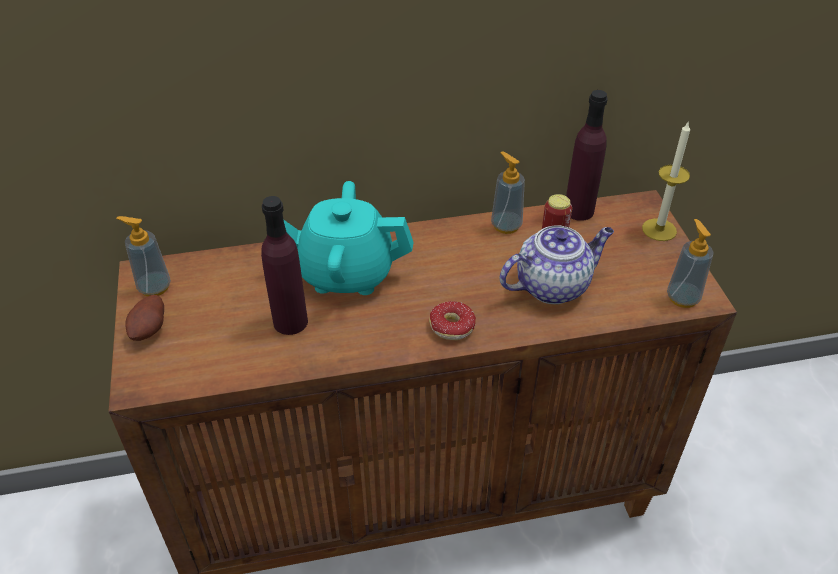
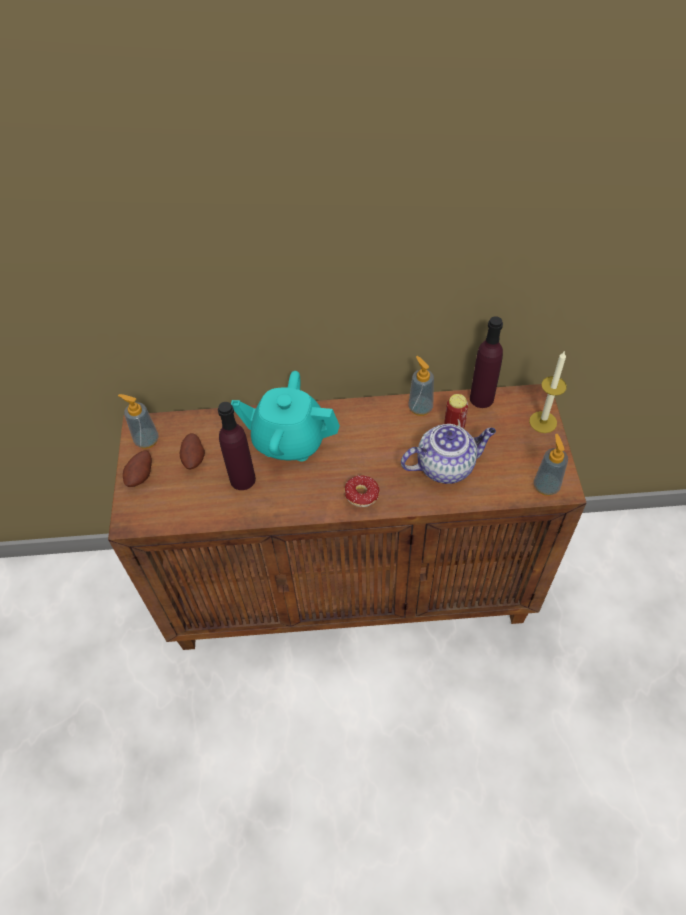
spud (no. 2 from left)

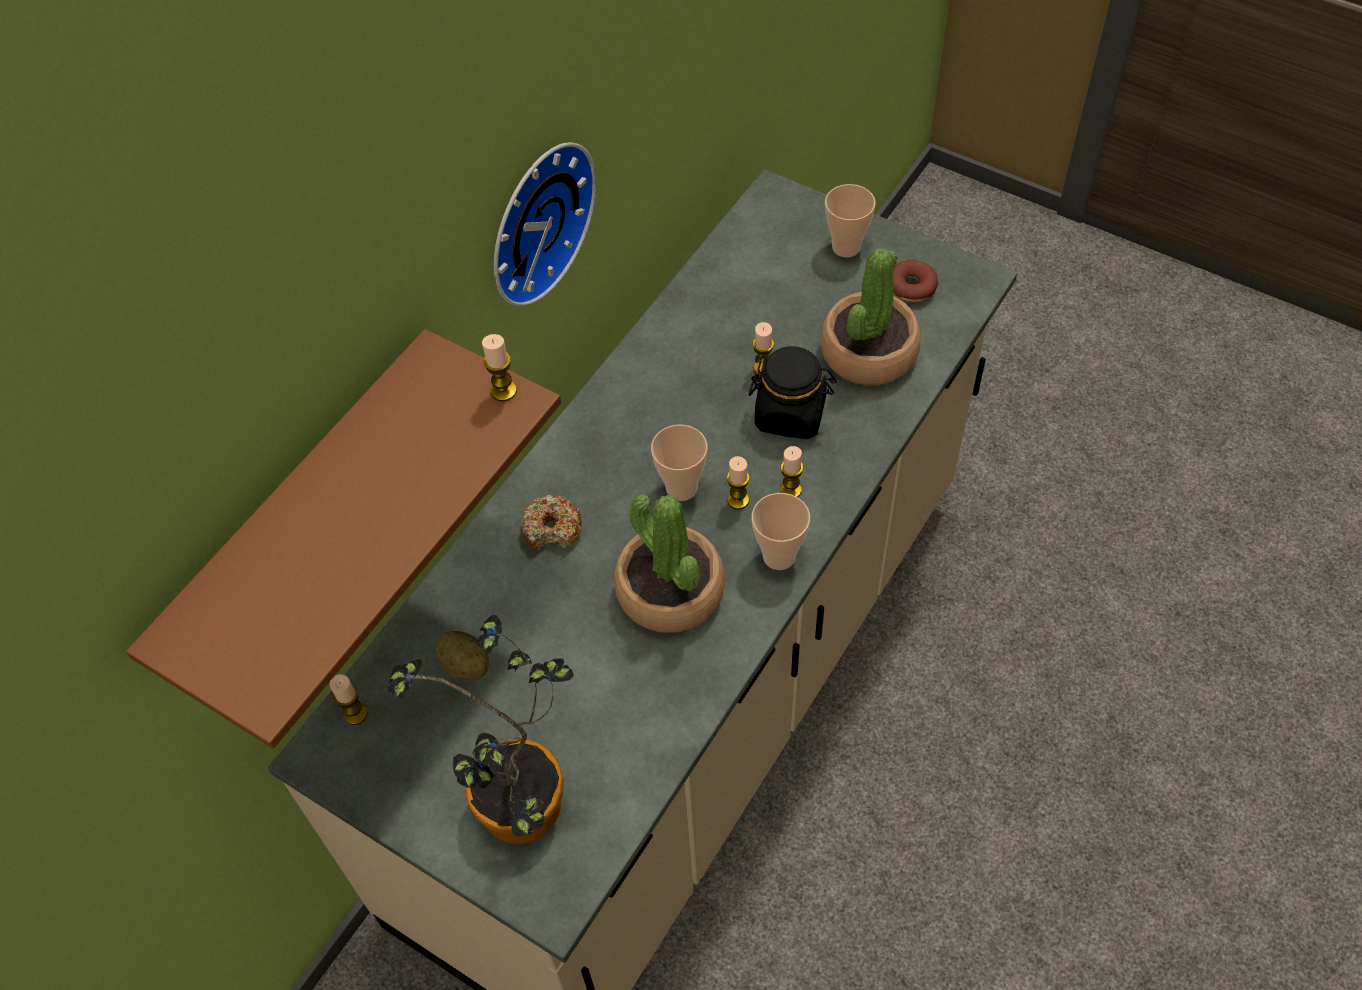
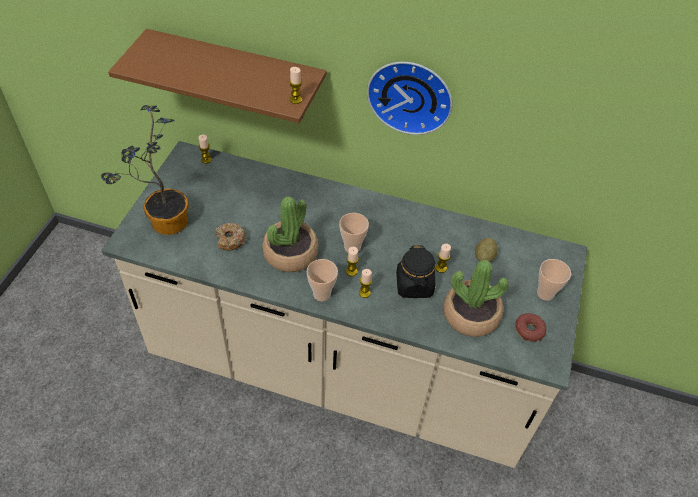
spud
doughnut (no. 1 from left)

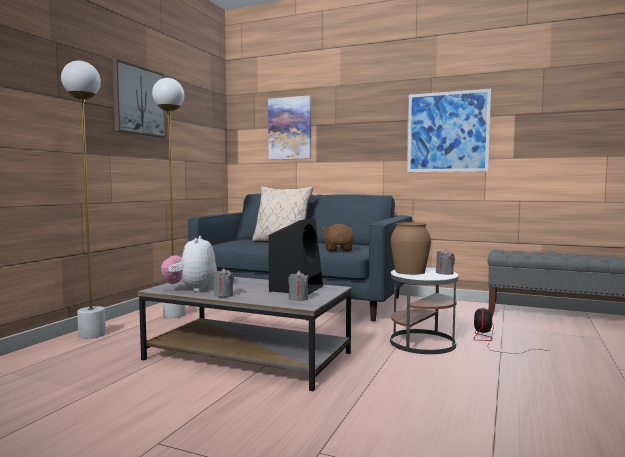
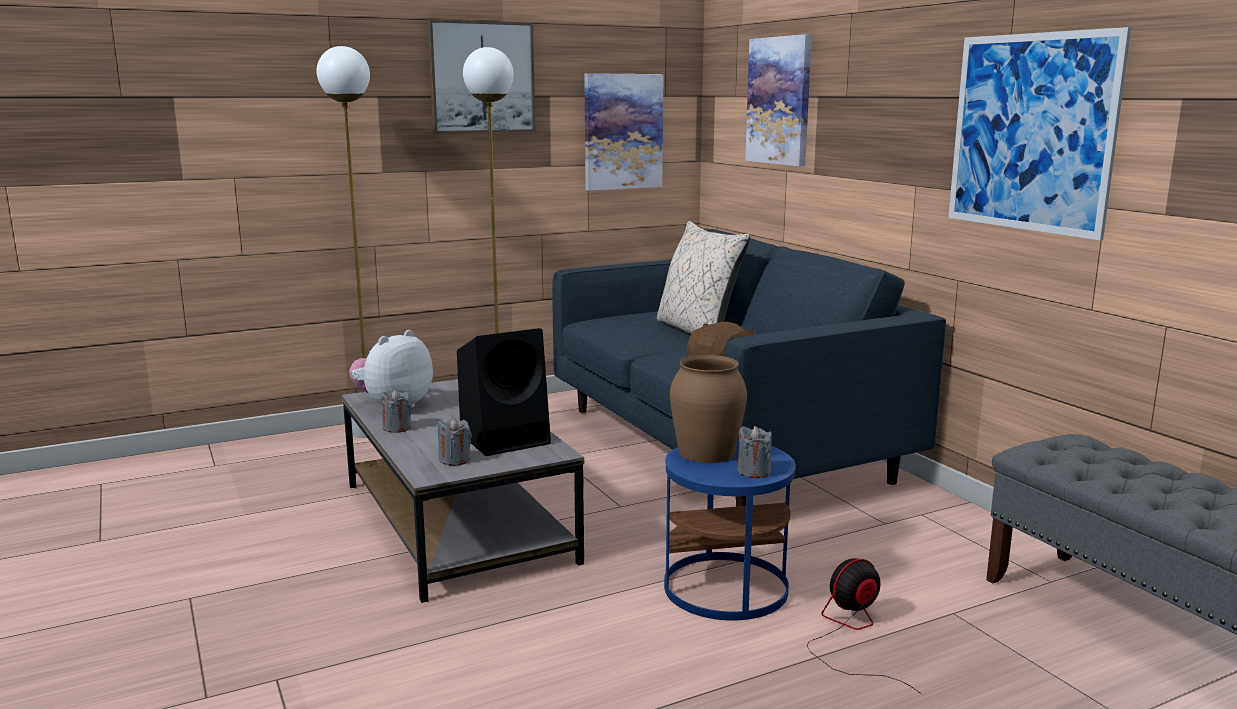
blue-coloured end table
wall art (no. 2 from left)

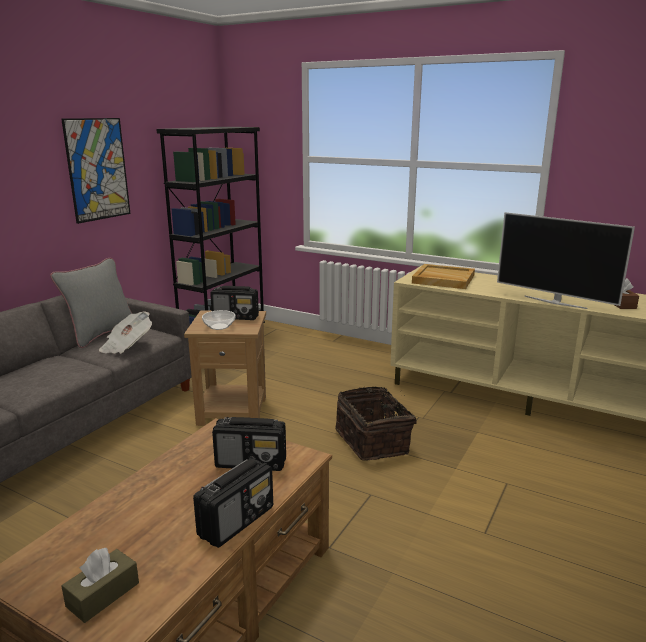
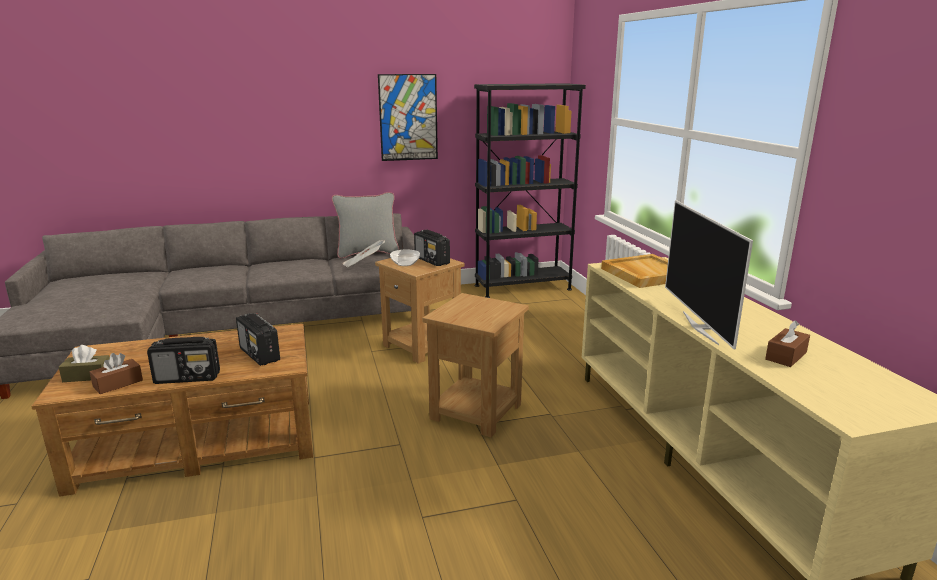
brownish end table (no. 2 from left)
brownish tissue box (no. 2 from left)

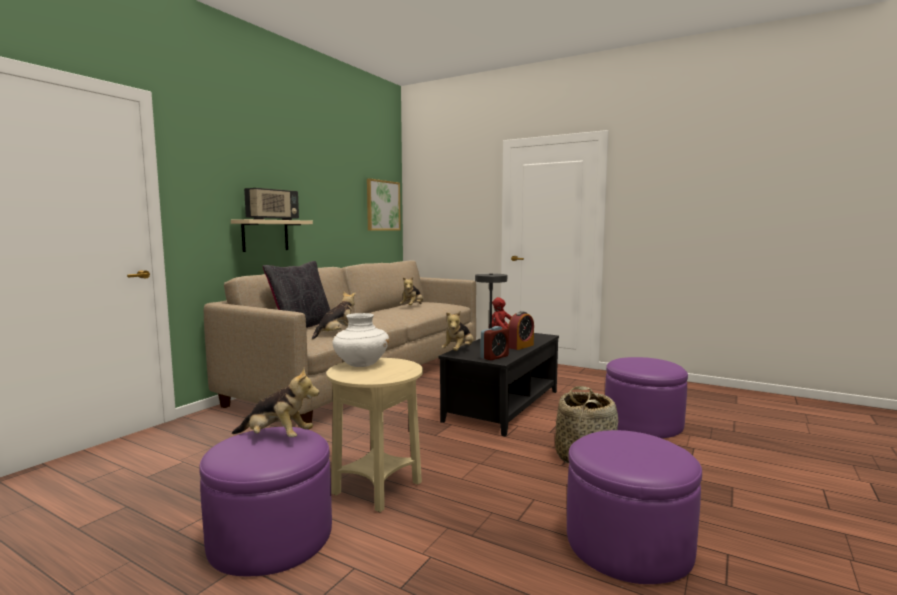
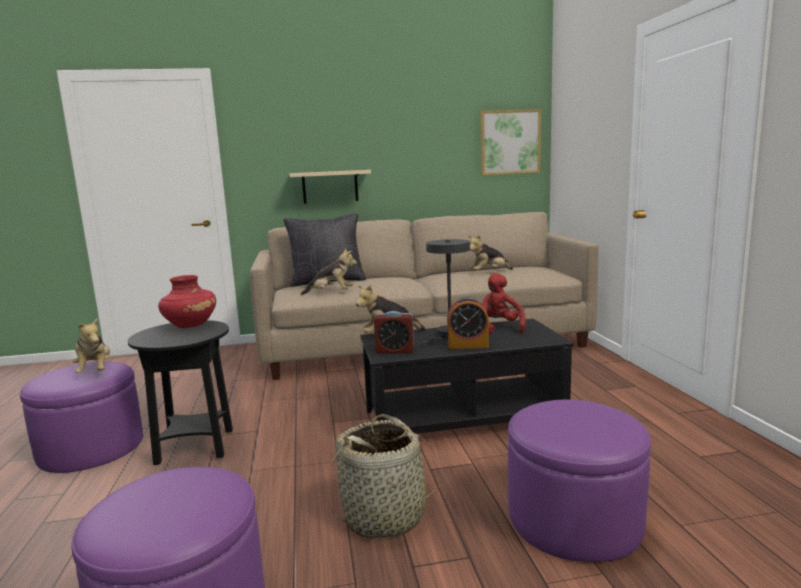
radio
blackish end table
red-coloured vase

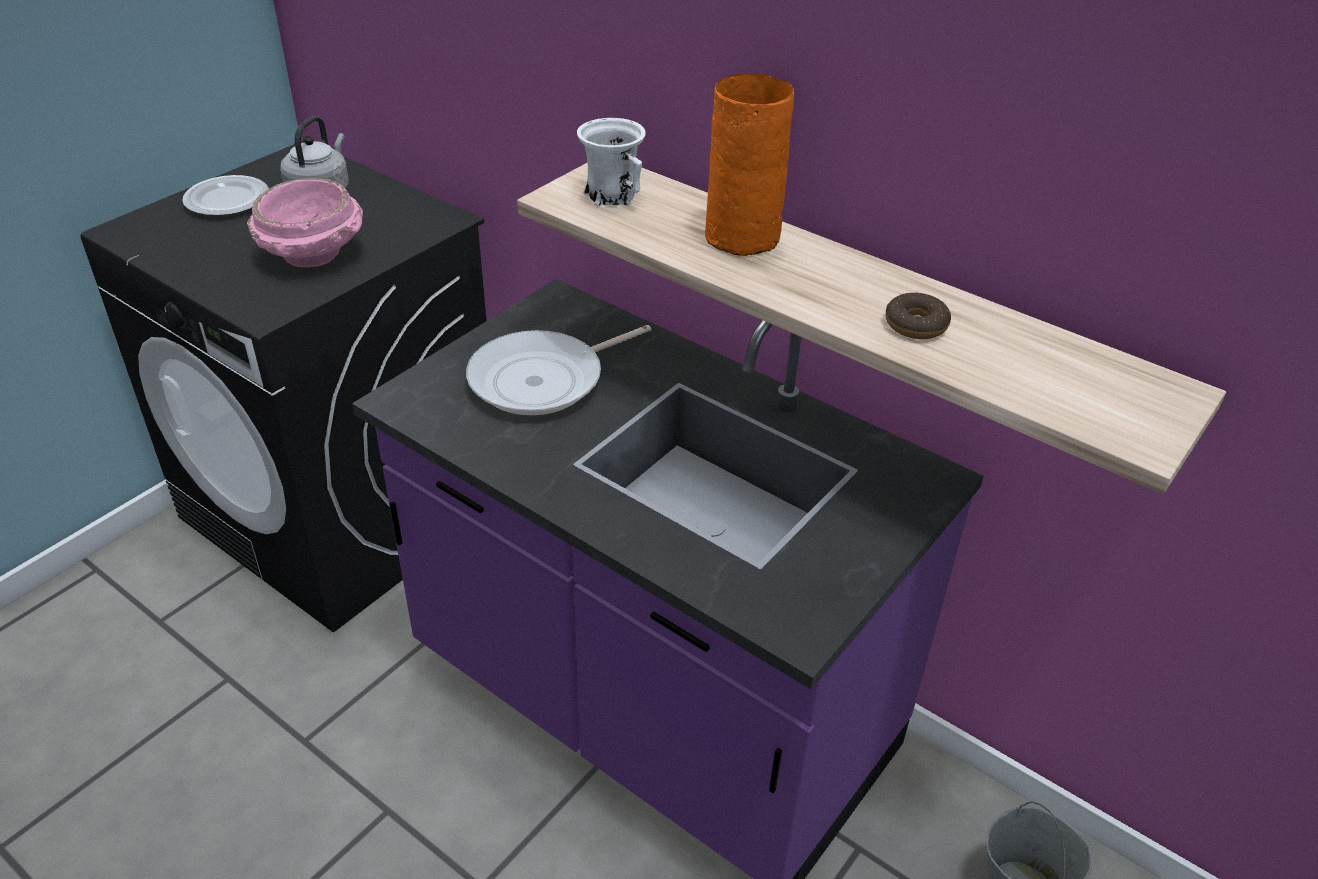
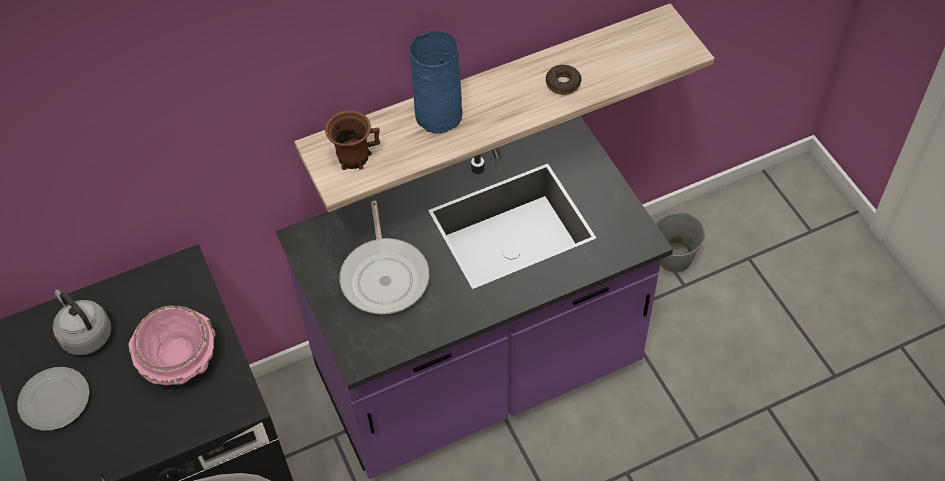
brownish tea mug
blue-coloured vase

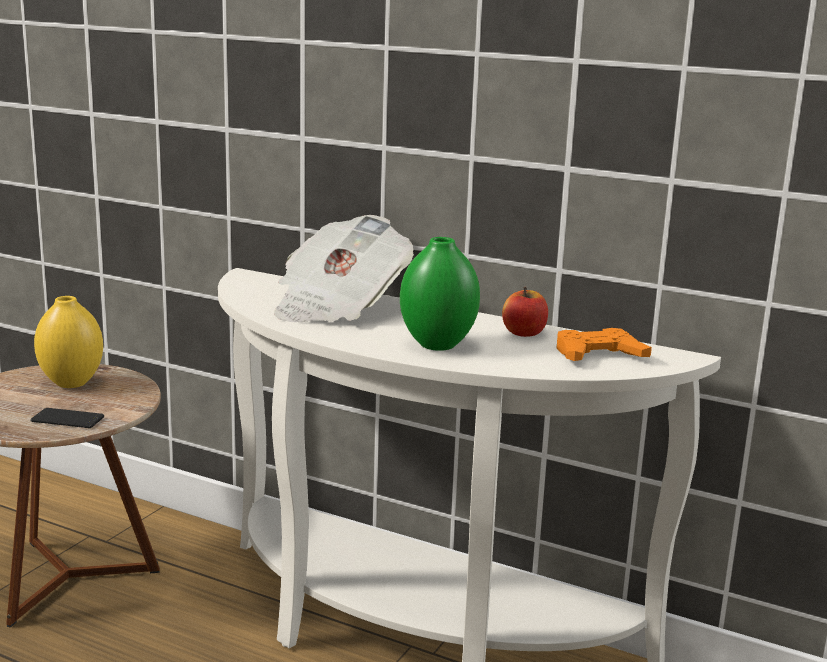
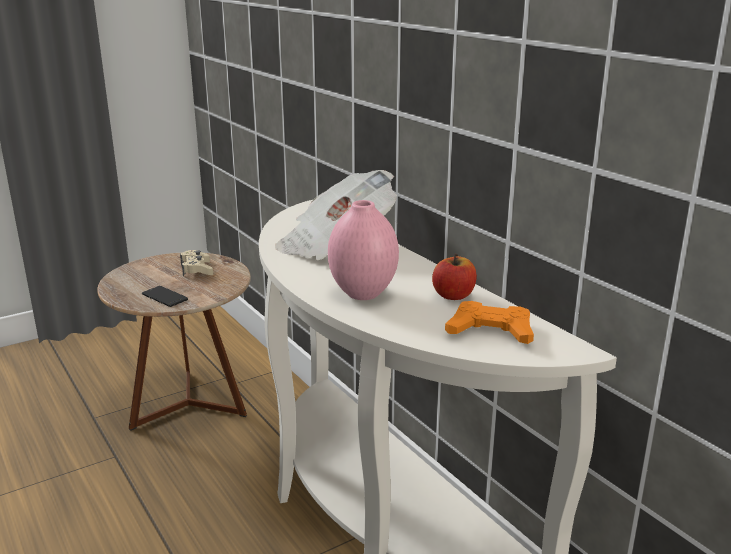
beige gamepad
pink vase

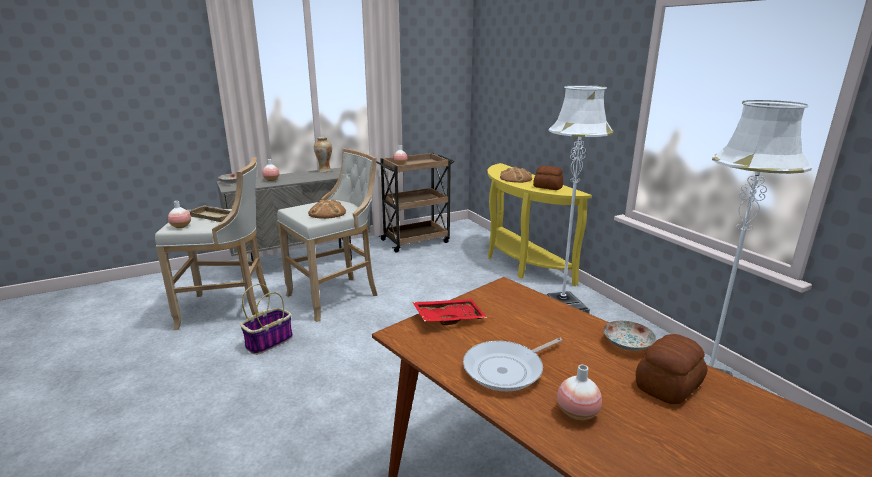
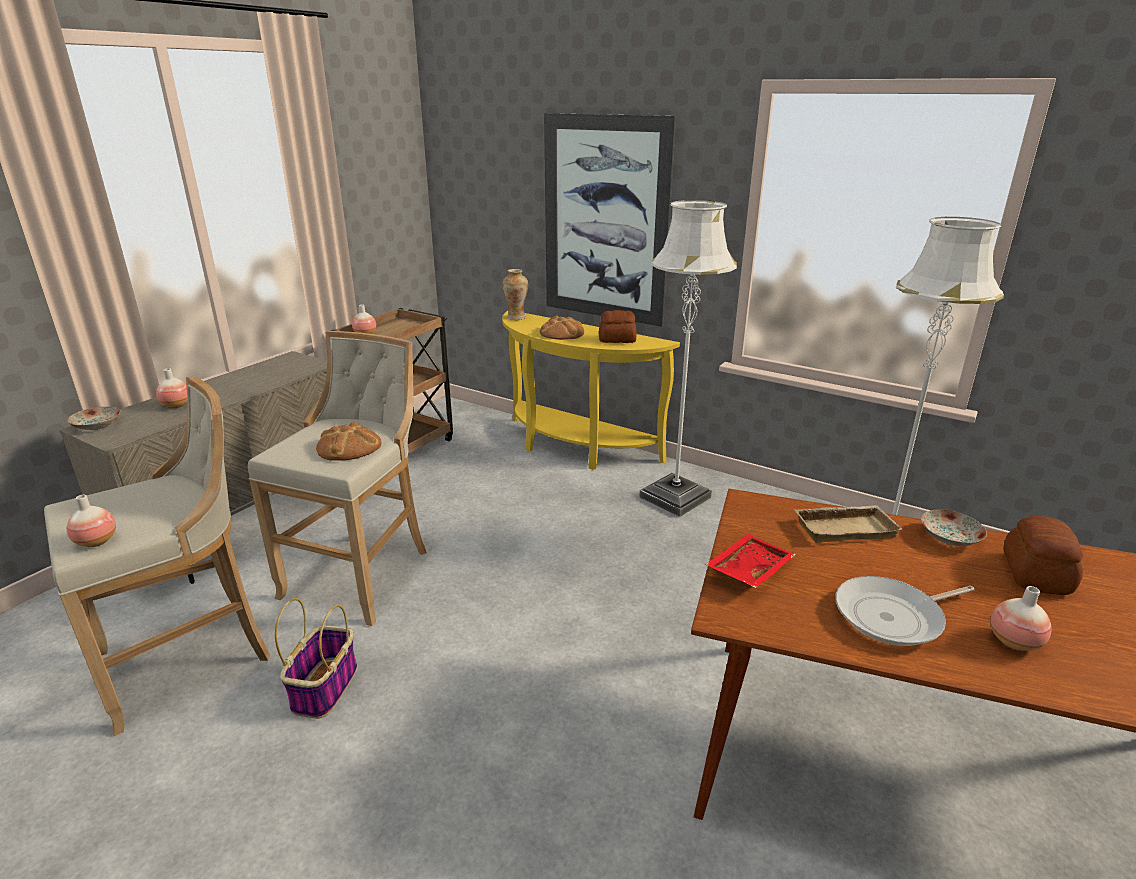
beige carrying tray
vase (no. 4 from left)
pan
wall art

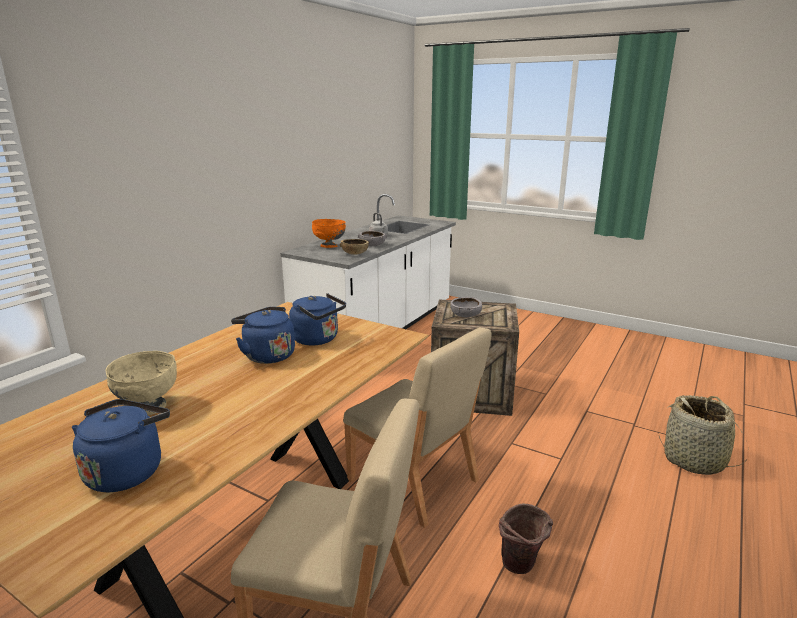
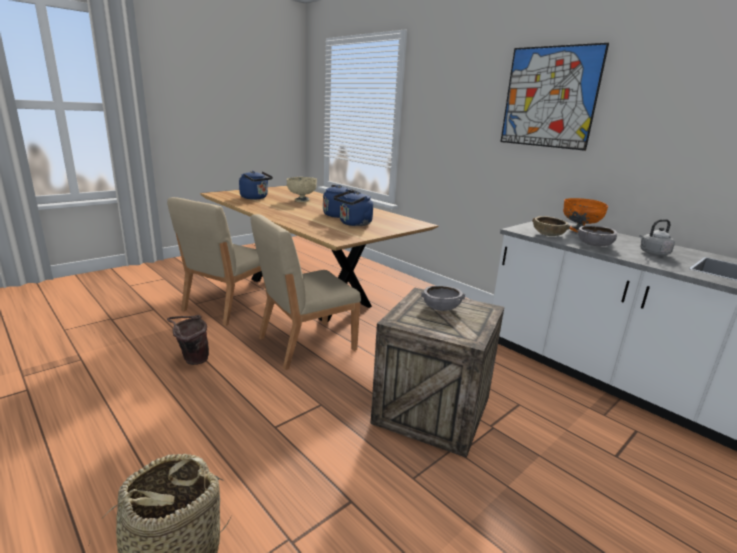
wall art

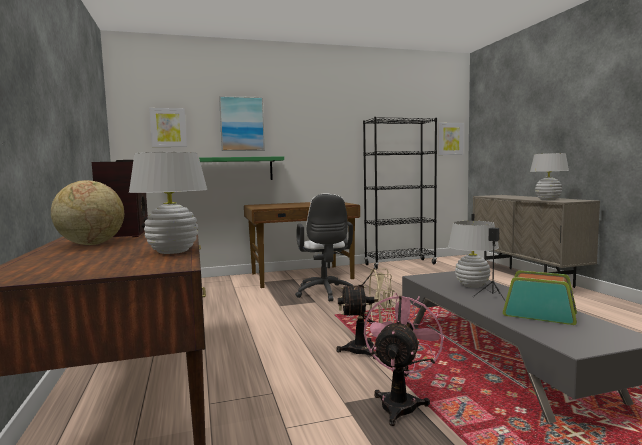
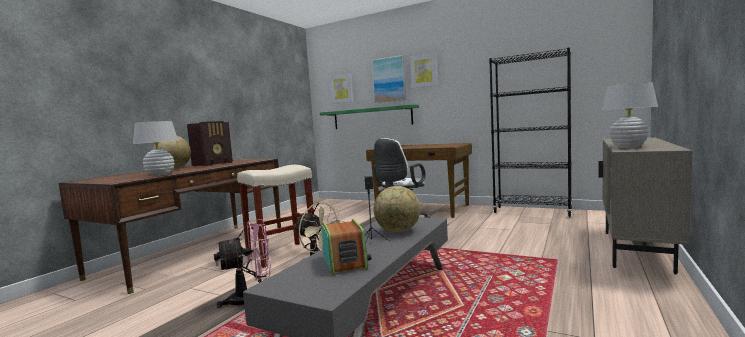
wall art (no. 3 from left)
world globe (no. 2 from left)
beige stool seat

